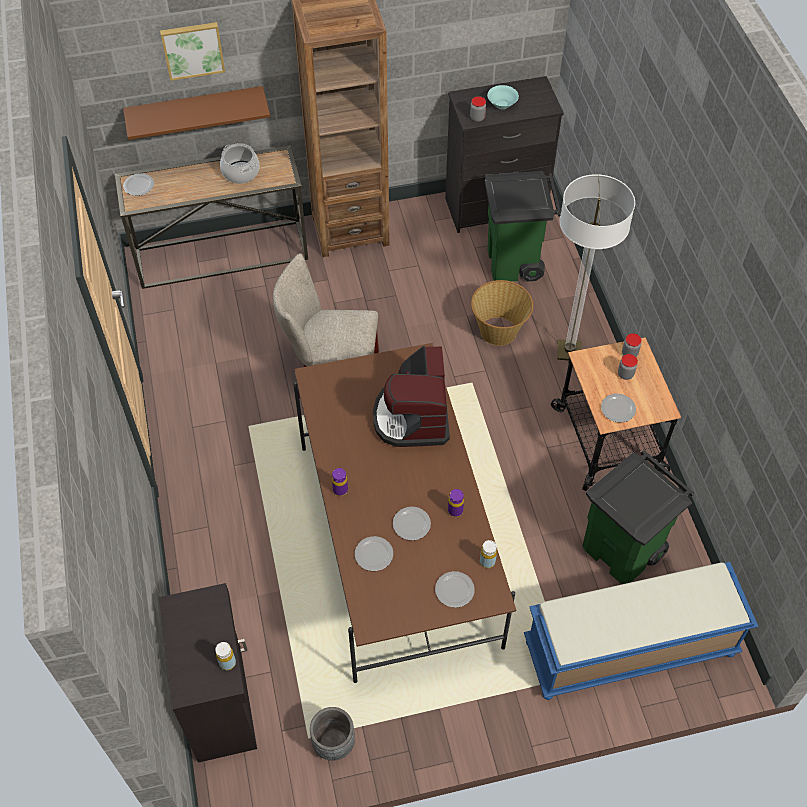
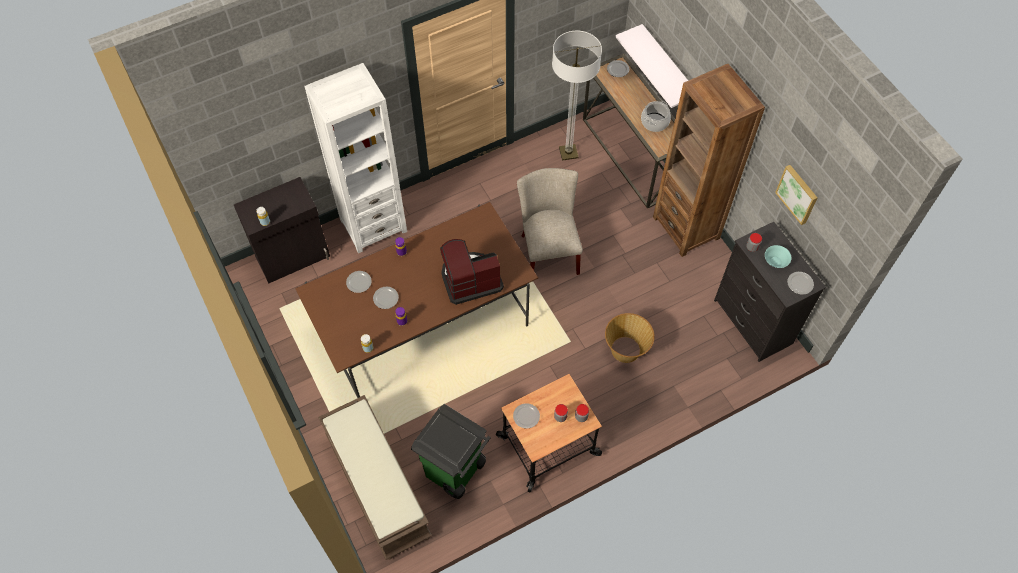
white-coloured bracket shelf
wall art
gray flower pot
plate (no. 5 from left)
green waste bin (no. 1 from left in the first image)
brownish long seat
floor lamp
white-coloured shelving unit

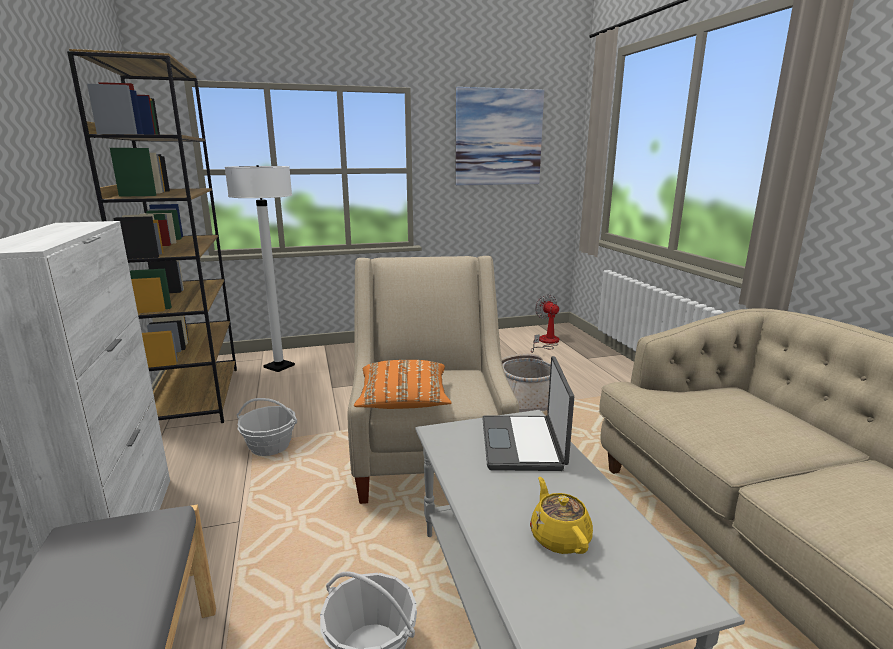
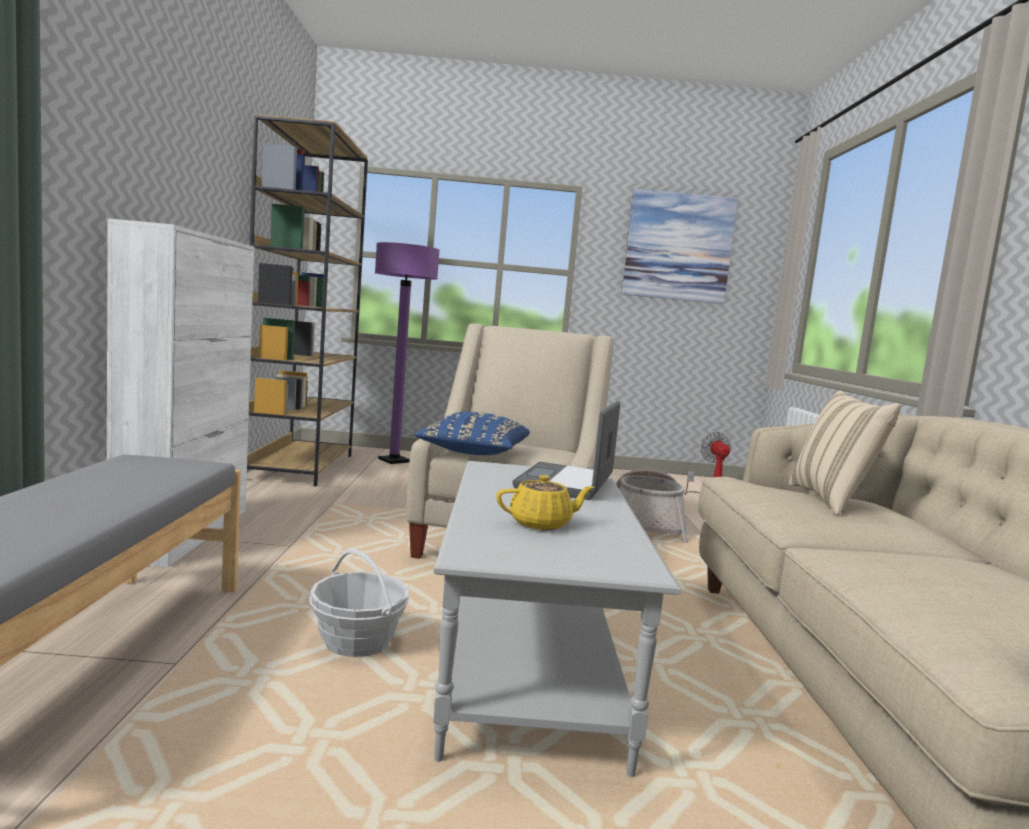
purple-coloured floor lamp
basket (no. 1 from left in the first image)
blue-coloured cushion
yellowish teapot
beige cushion

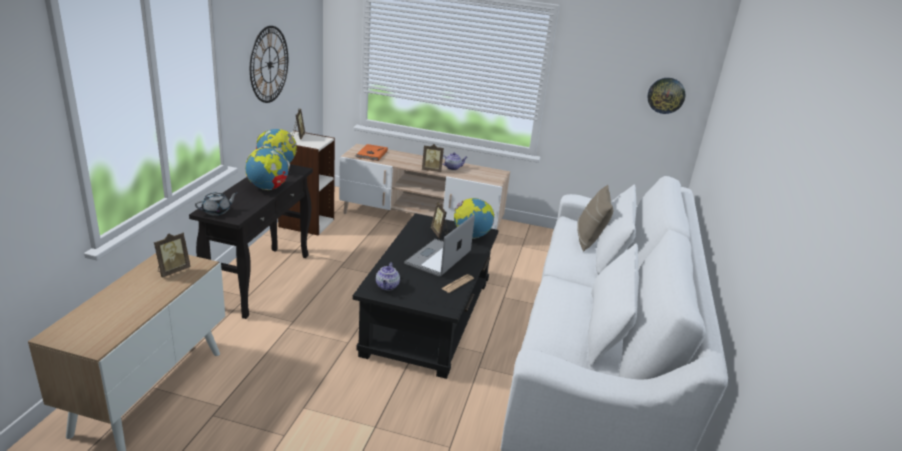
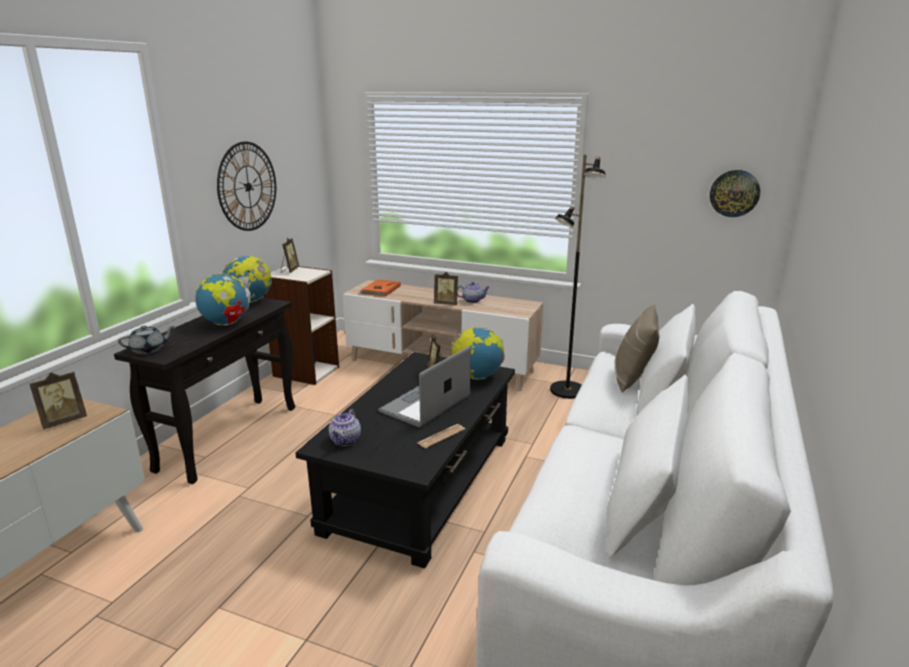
blackish floor lamp

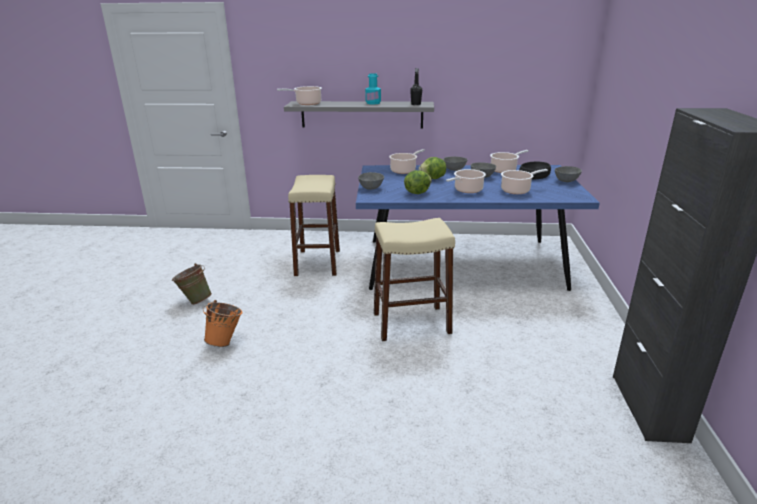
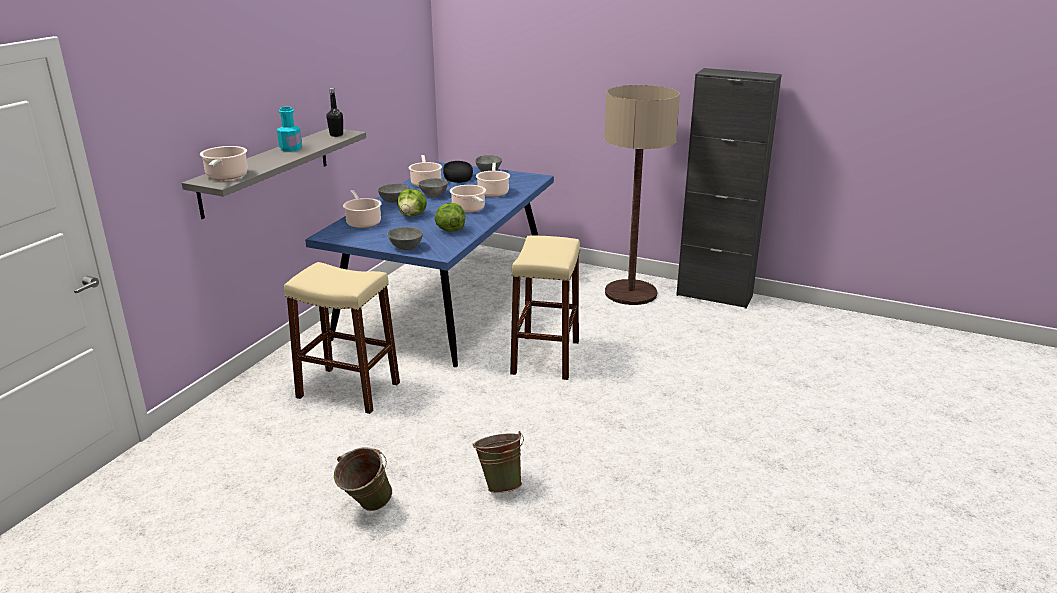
green bucket (no. 2 from left)
floor lamp

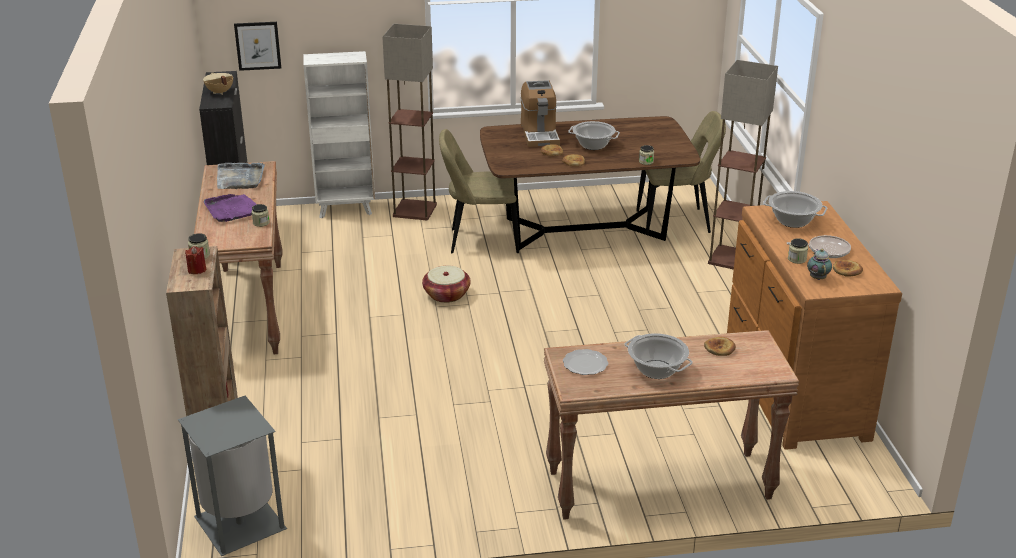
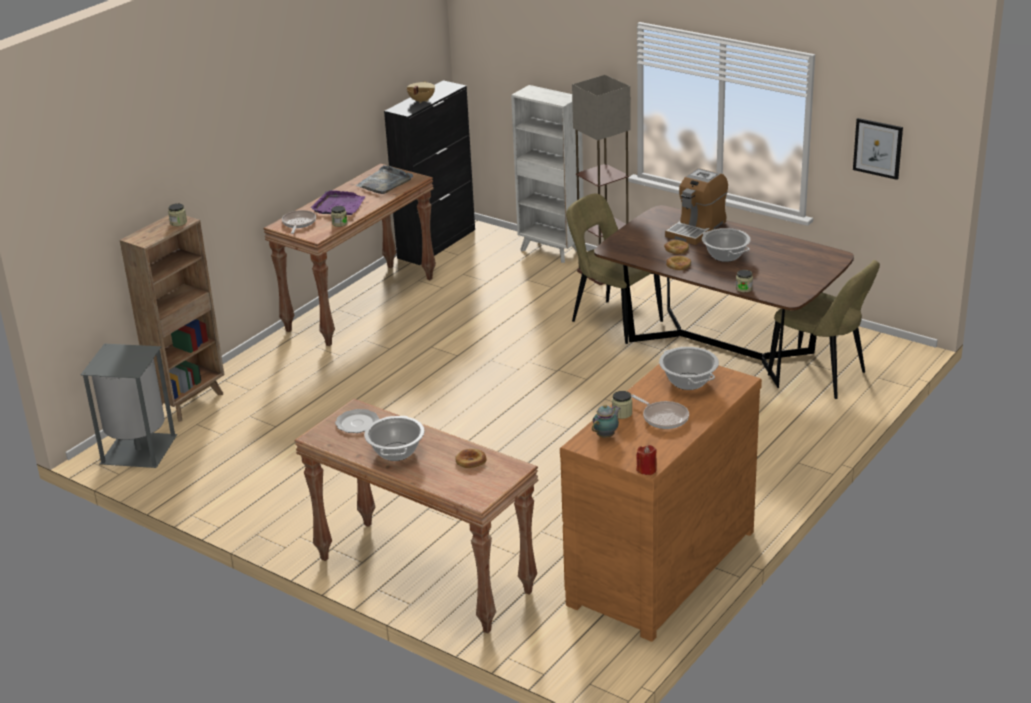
red-coloured wax light
wall art
basket
floor lamp (no. 2 from left in the first image)
baked bread (no. 4 from left in the first image)
pan (no. 1 from left)

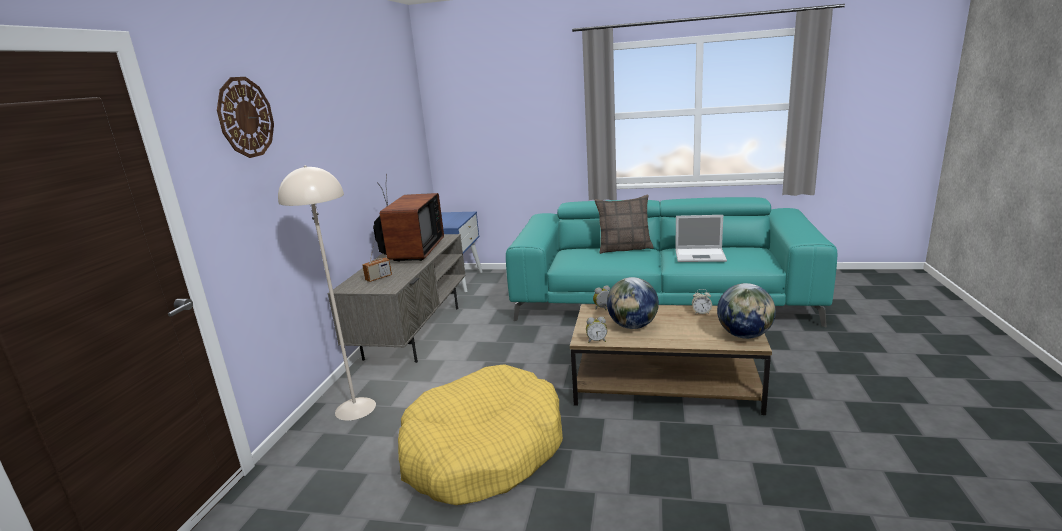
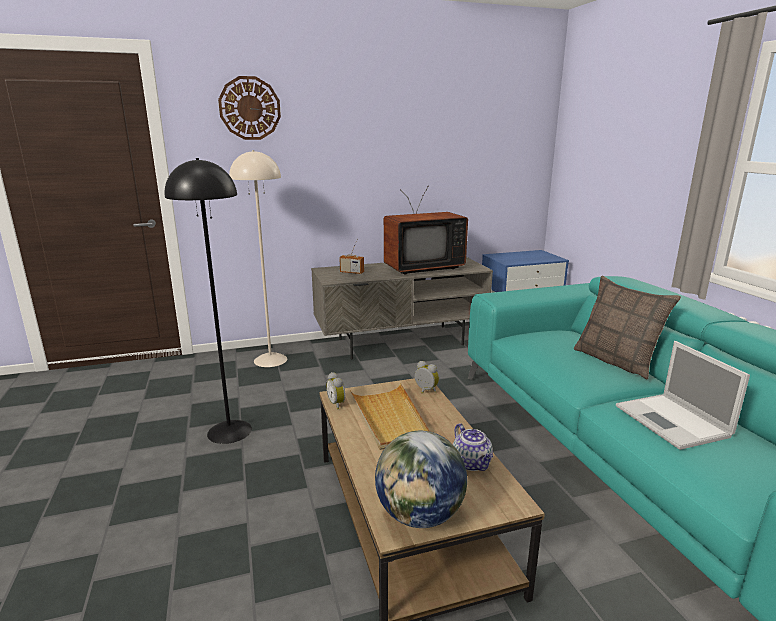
blackish floor lamp
beige carrying tray
teapot

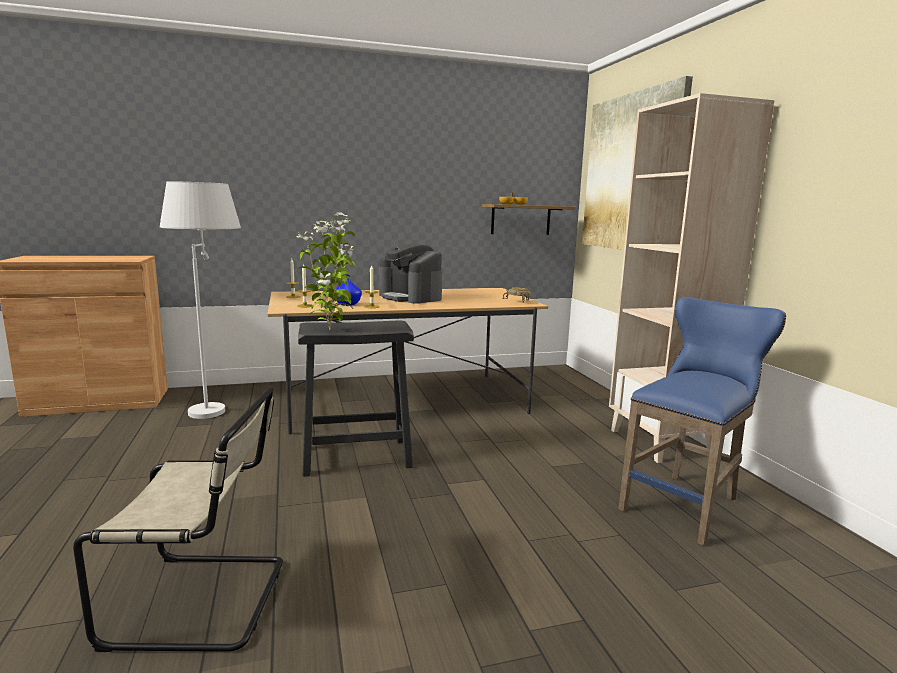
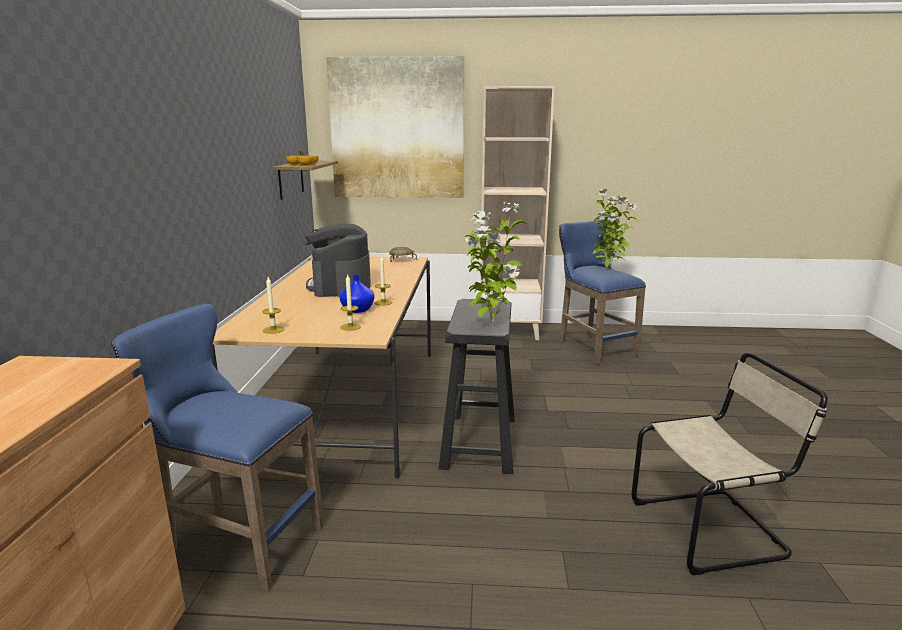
beige plain chair
blue-coloured stool seat (no. 1 from left)
coffee machine
plant in a pot (no. 2 from left)

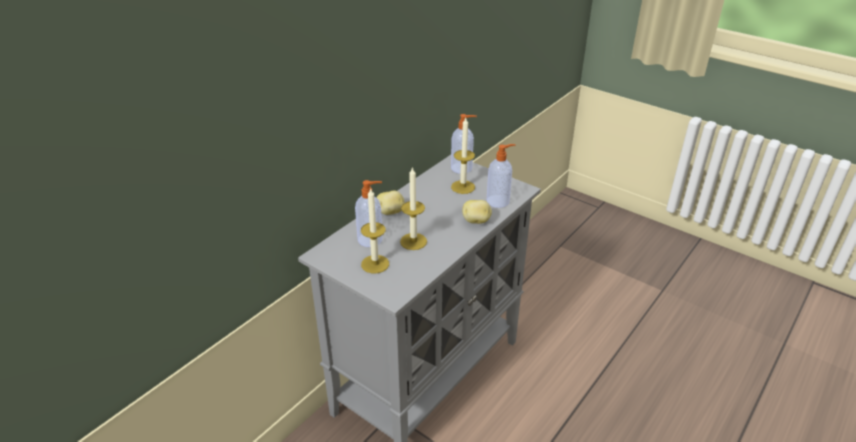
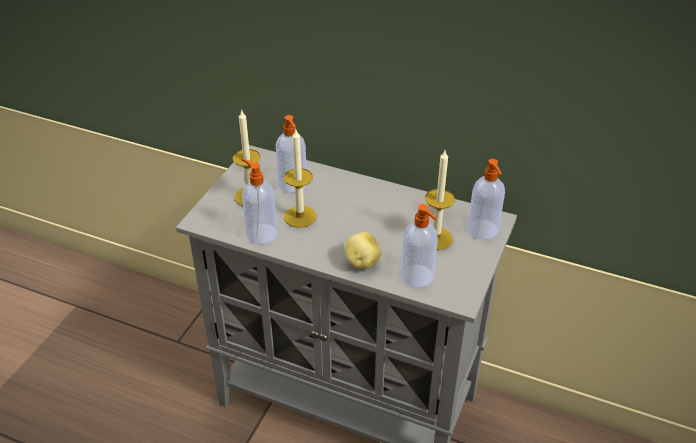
spud (no. 1 from left in the first image)
soap dispenser (no. 1 from left)

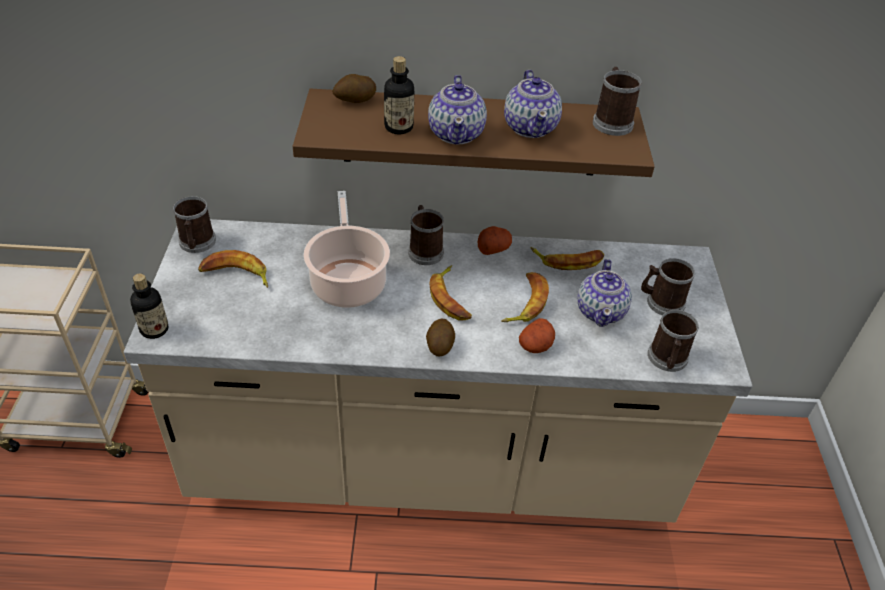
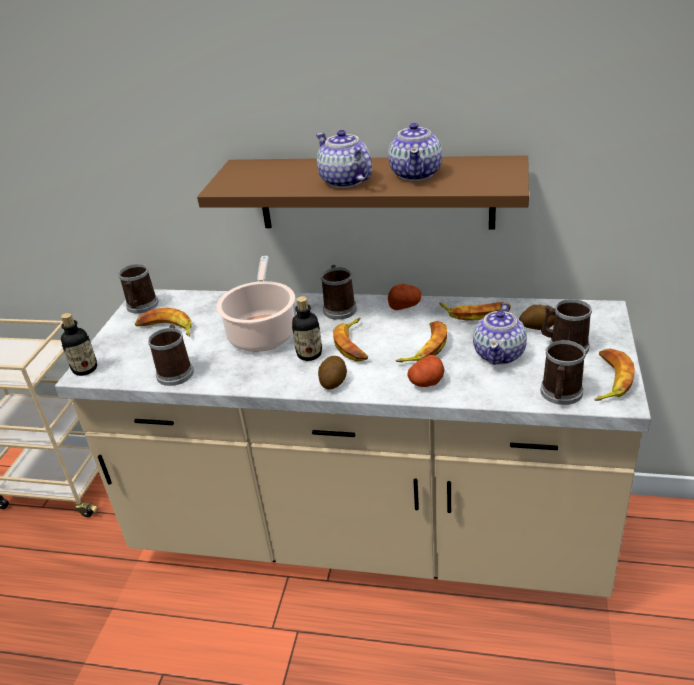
spud (no. 4 from left)
drink bottle (no. 2 from left)
teapot (no. 1 from left)
tea mug (no. 2 from left)
banana (no. 5 from left)

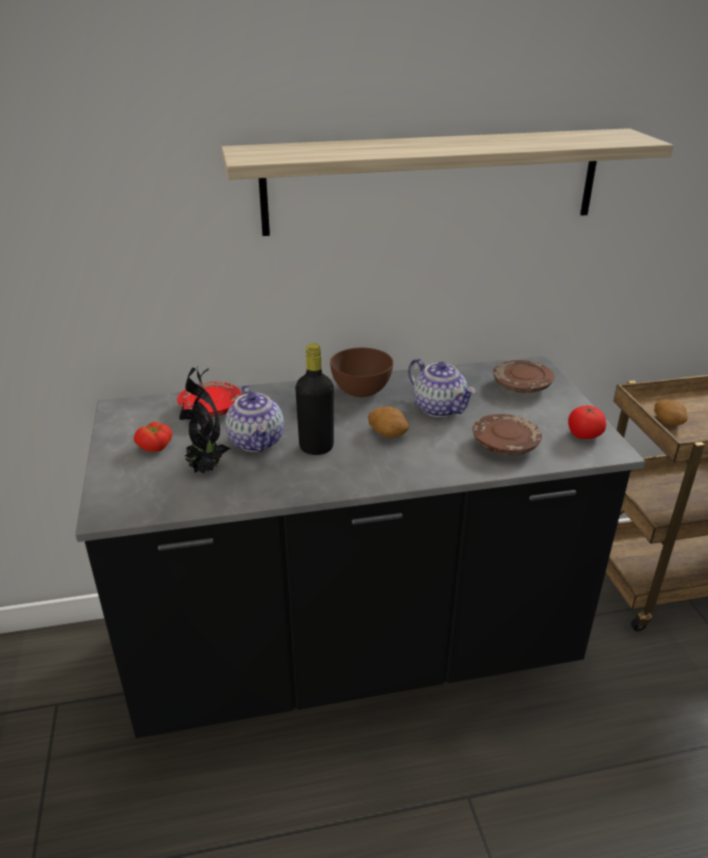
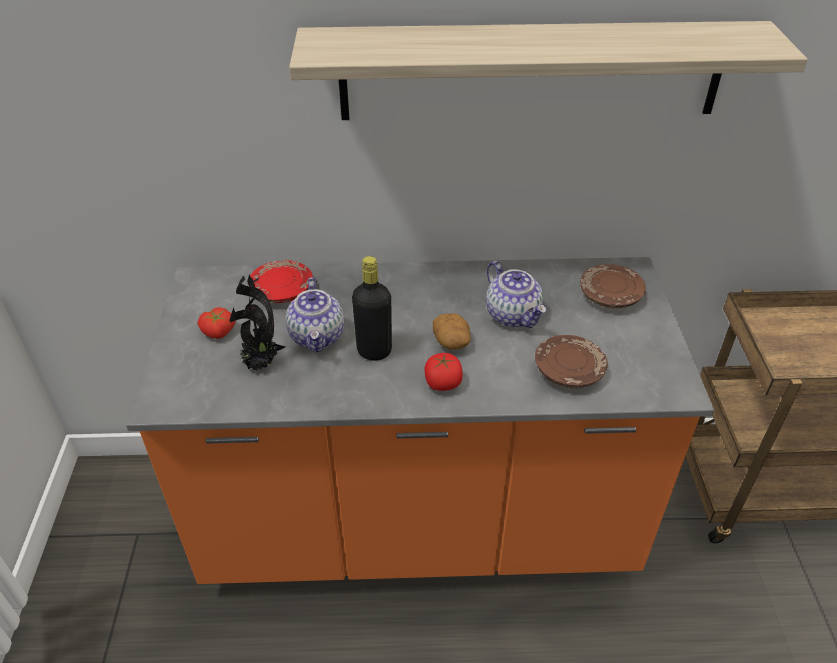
orangey counter
brownish bowl
tomato (no. 2 from left)
spud (no. 2 from left in the first image)

